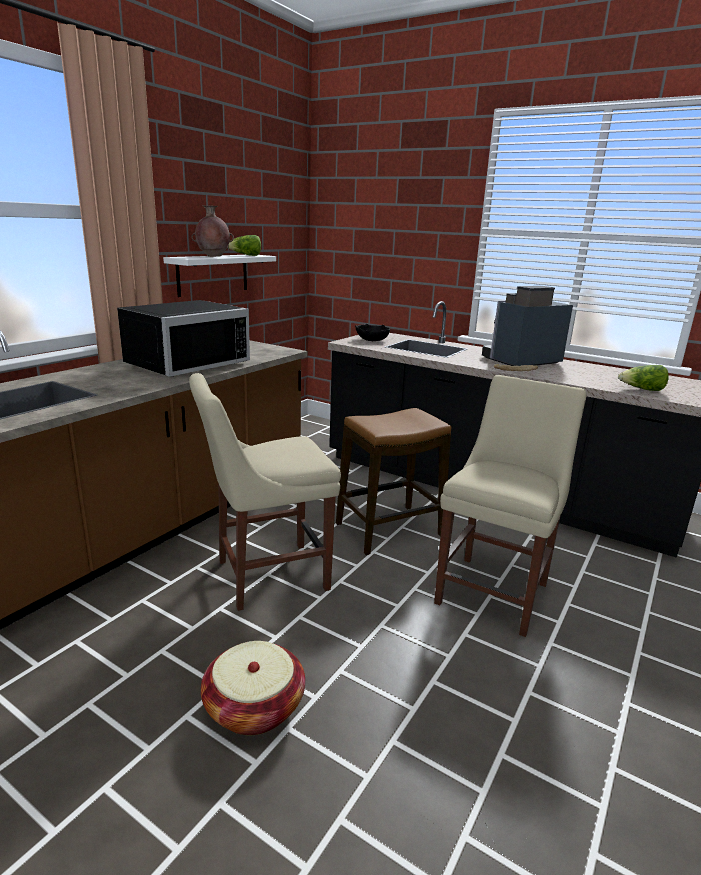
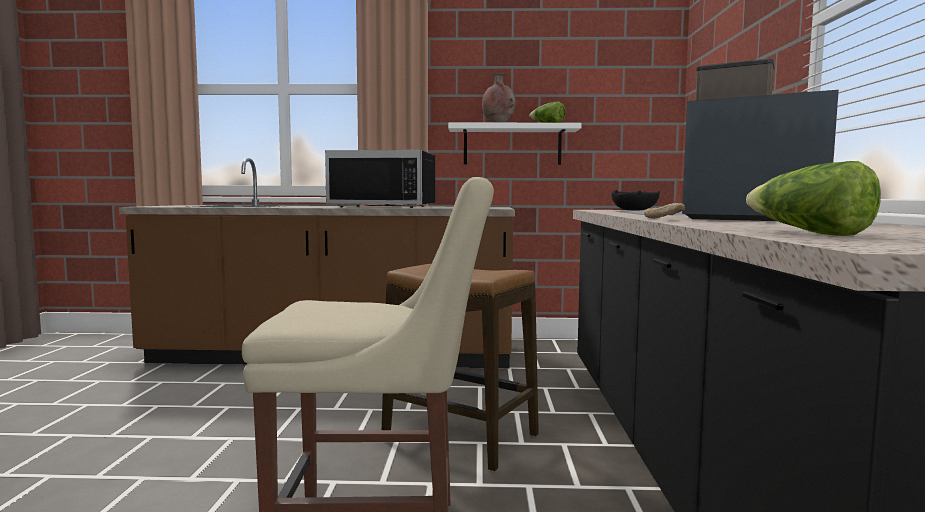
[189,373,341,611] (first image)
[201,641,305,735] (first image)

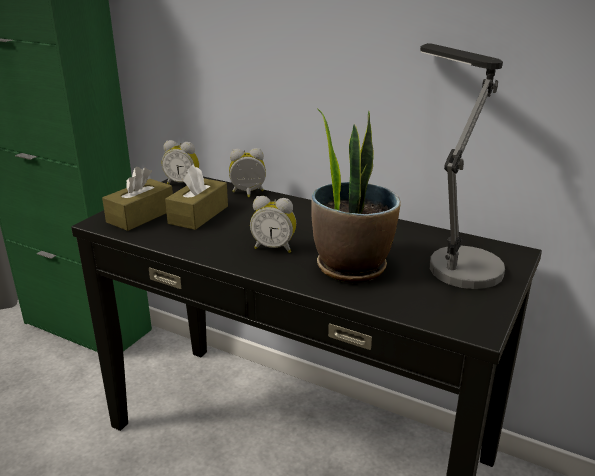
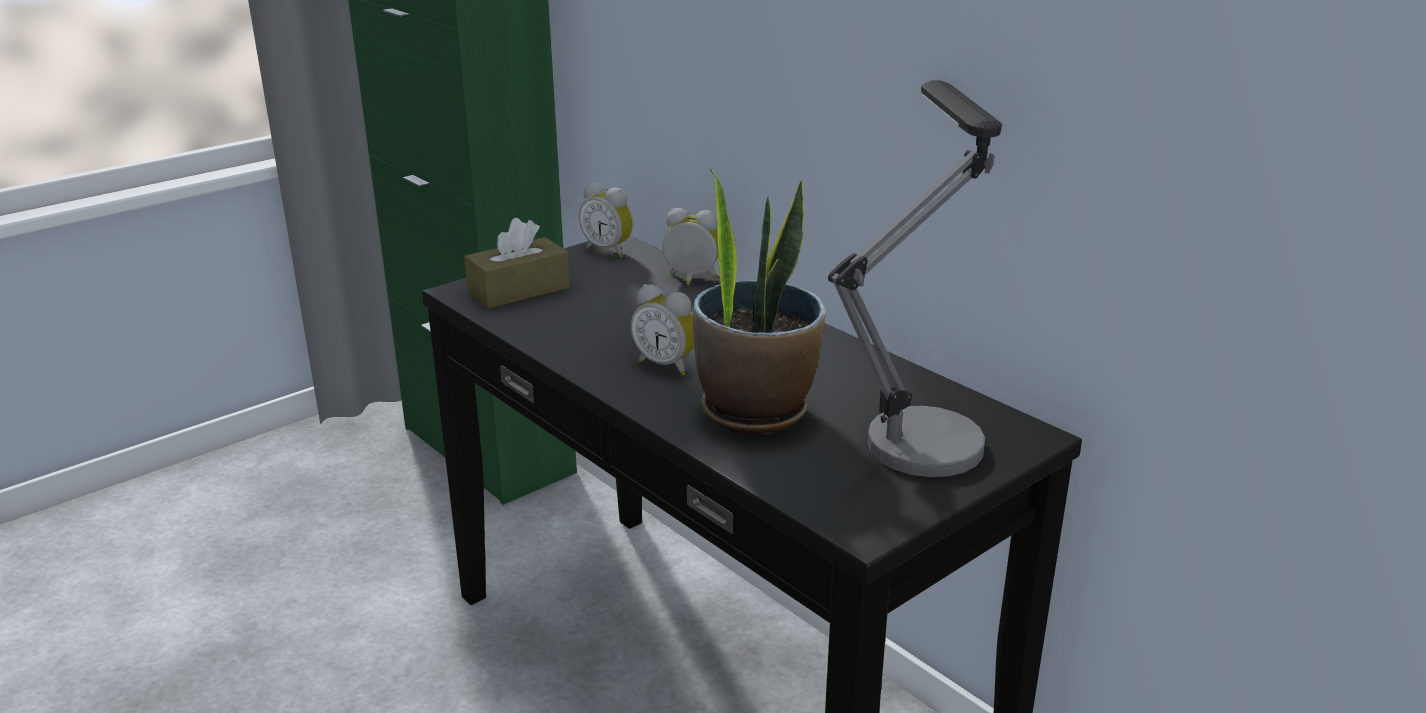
[165,164,228,230] (first image)

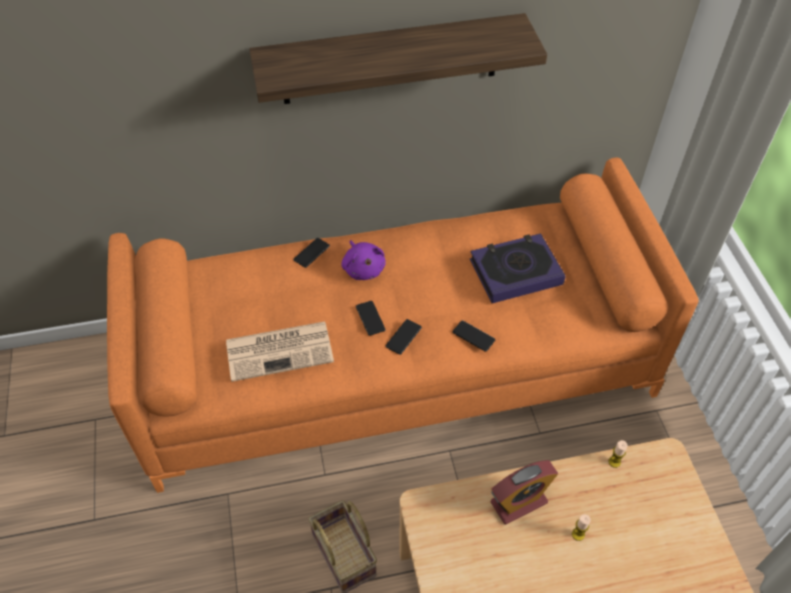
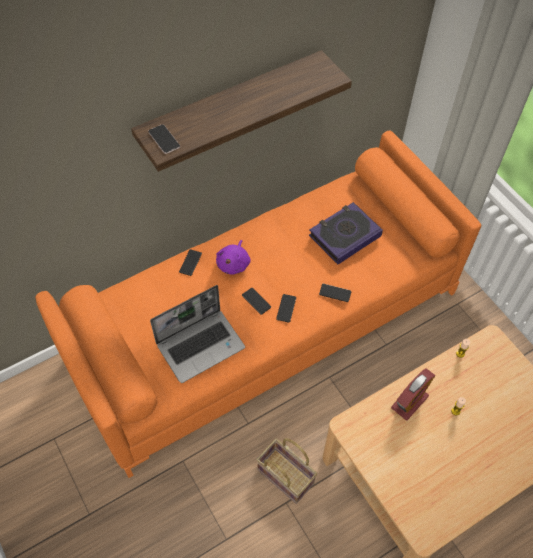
[216,240,251,275]
[150,285,245,383]
[148,124,180,154]

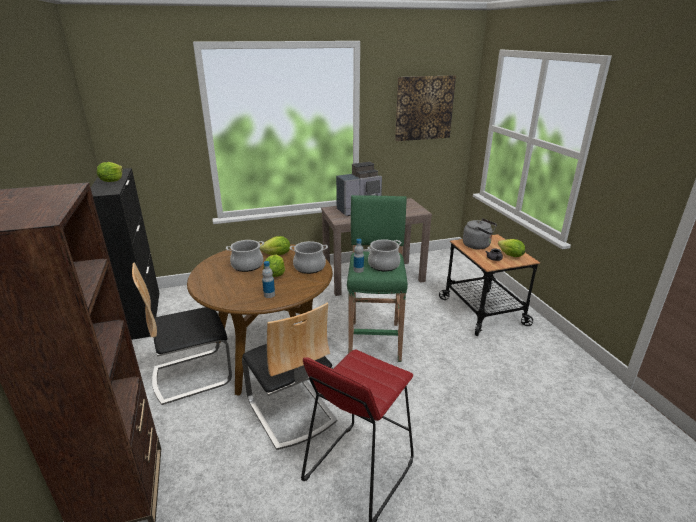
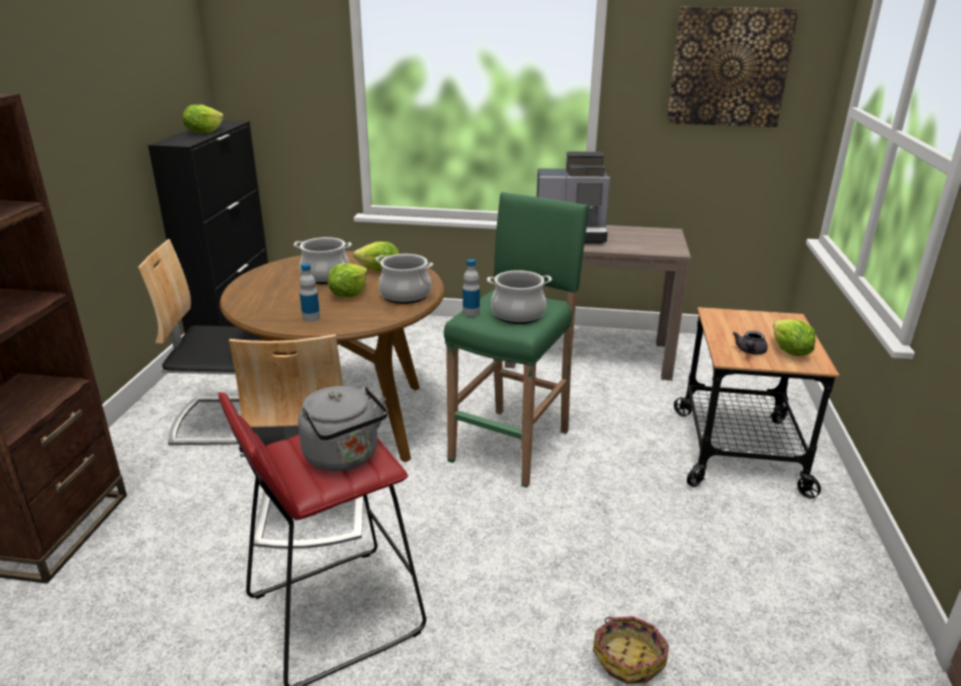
[298,386,388,471]
[593,616,669,684]

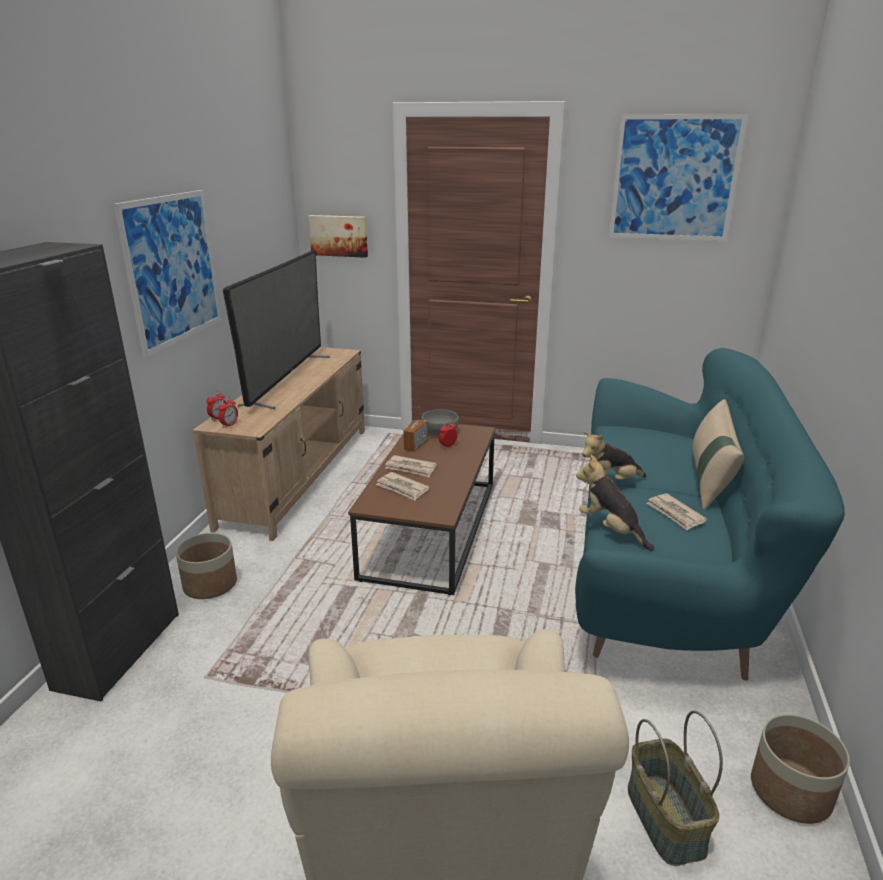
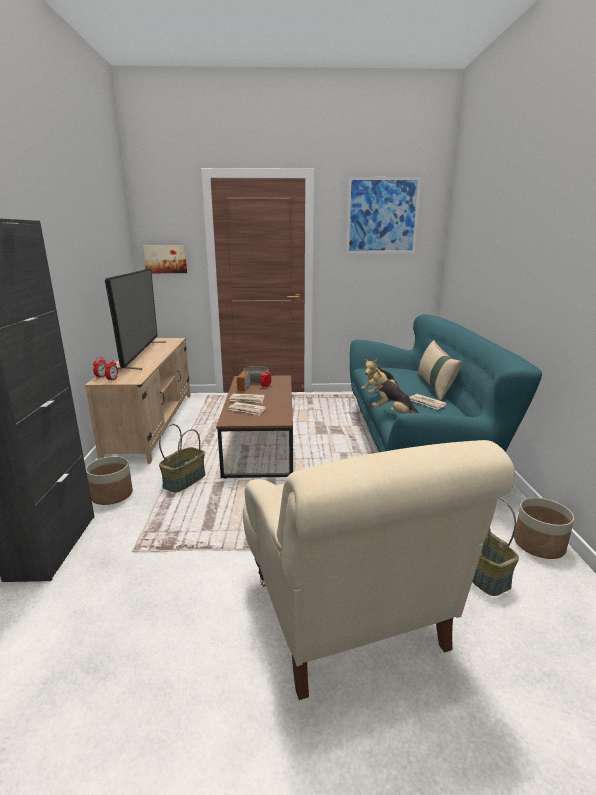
[113,190,222,357] (first image)
[159,424,205,492]

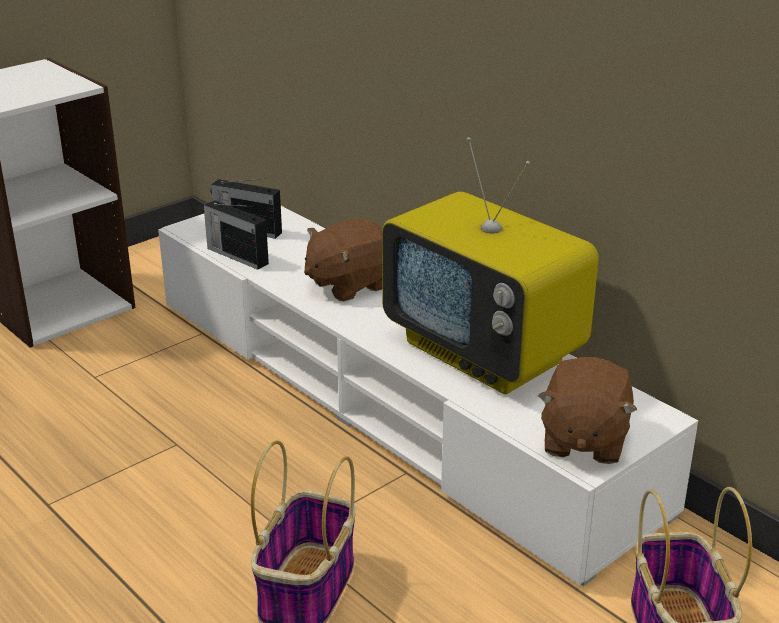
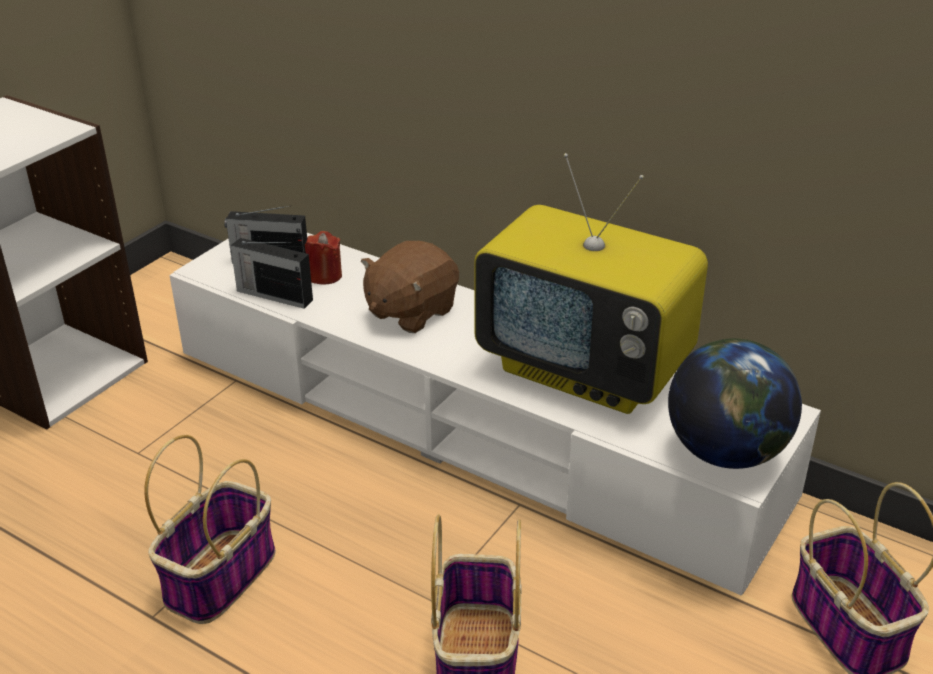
[668,338,802,469]
[305,231,342,285]
[144,435,276,624]

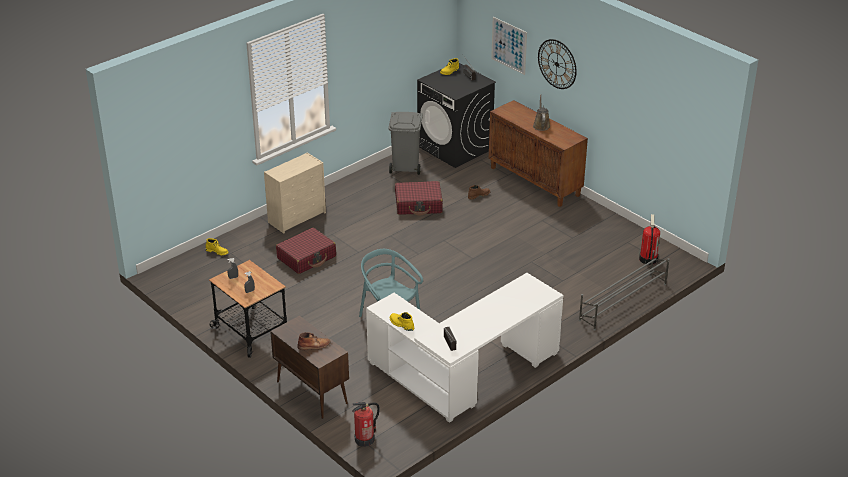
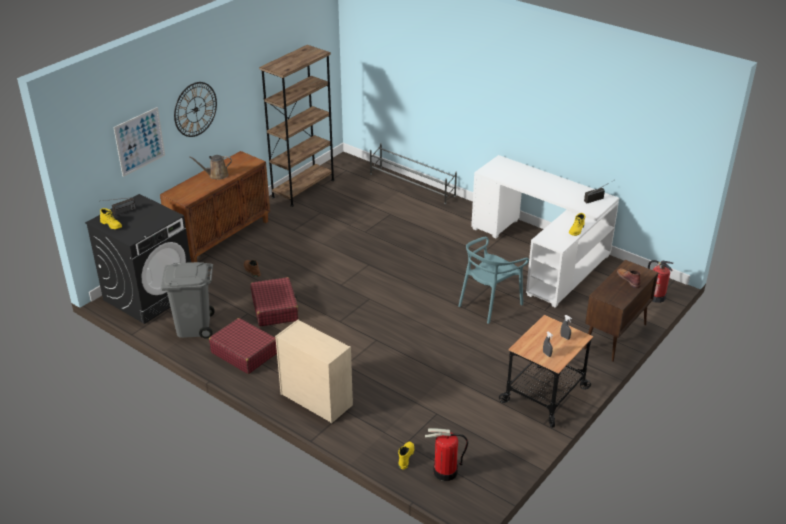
[425,428,468,481]
[209,318,277,374]
[259,45,335,207]

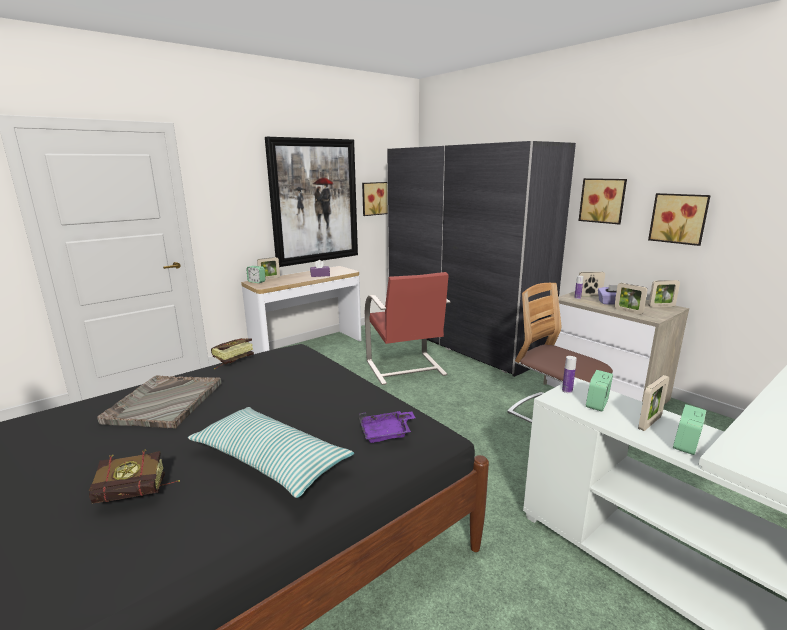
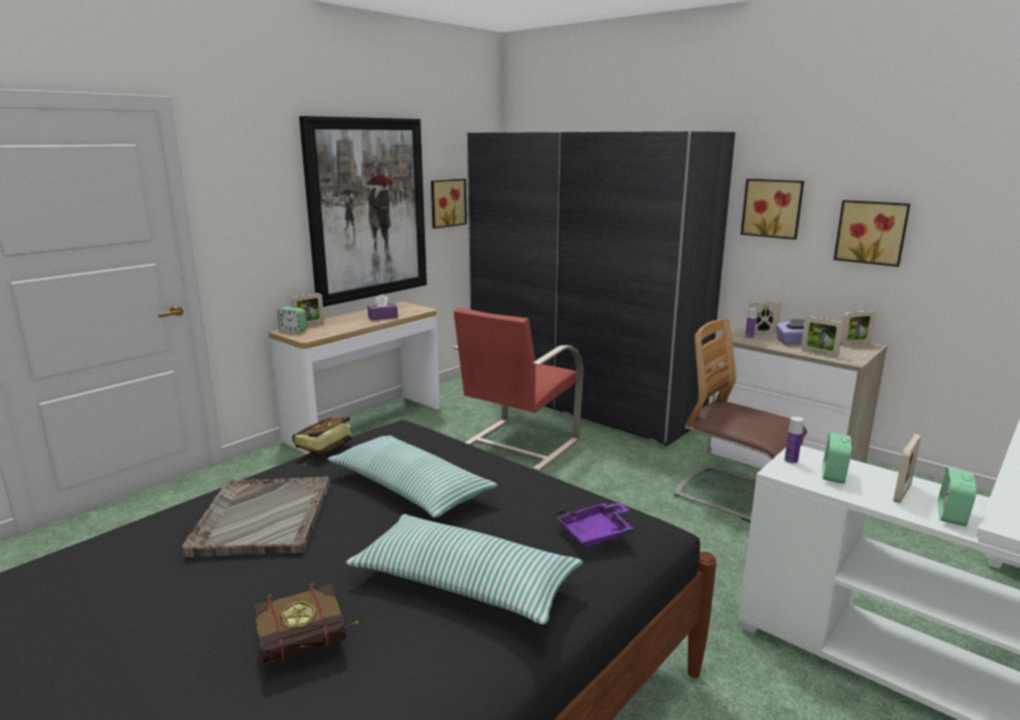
[454,307,583,471]
[328,435,498,518]

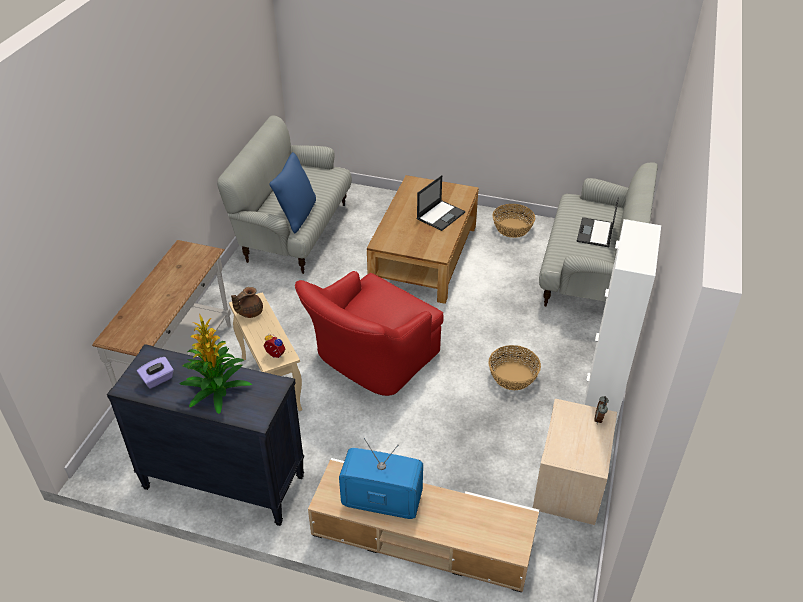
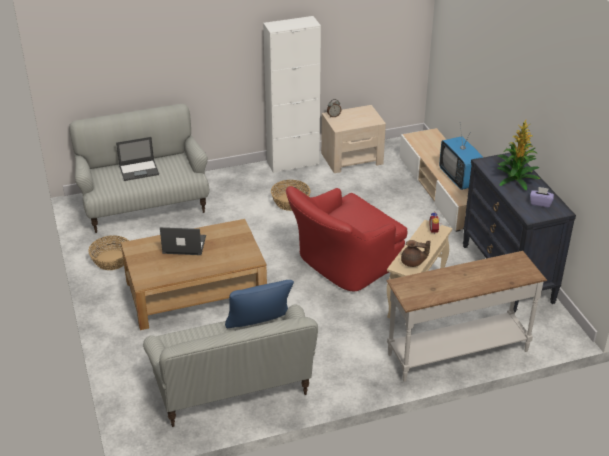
[286,186,407,291]

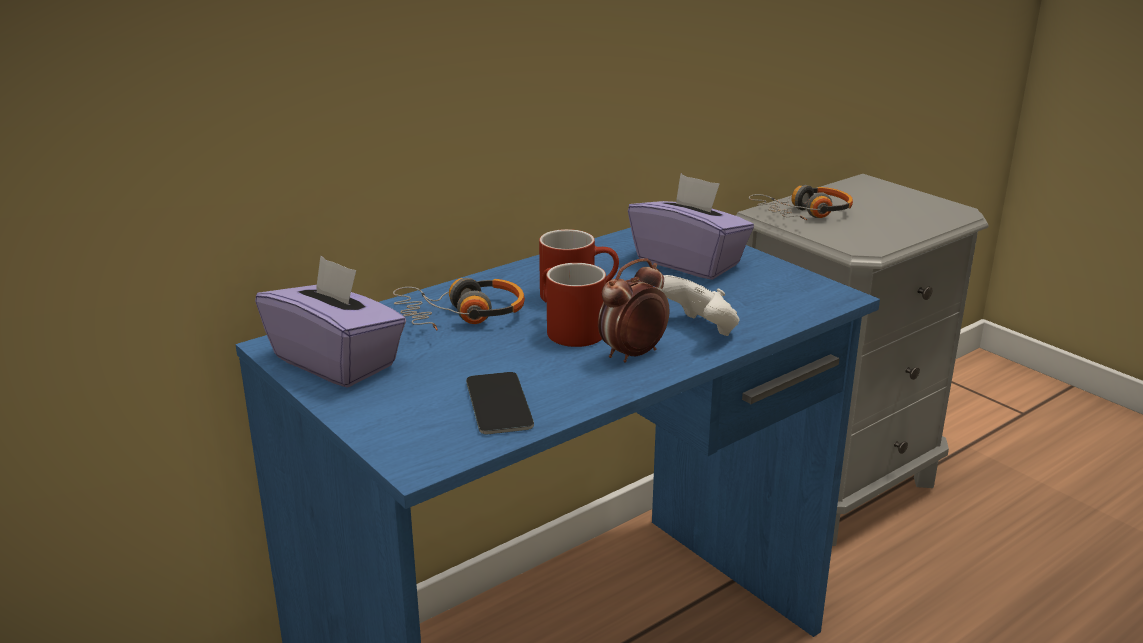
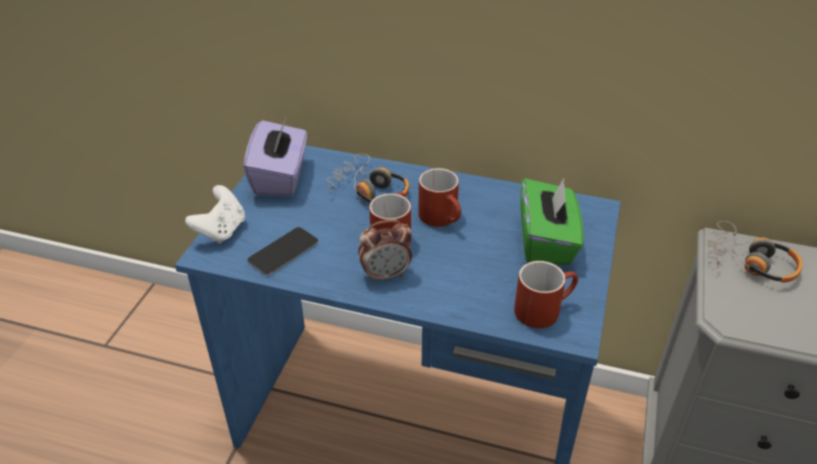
[520,177,584,265]
[358,220,412,283]
[185,185,245,244]
[514,261,578,328]

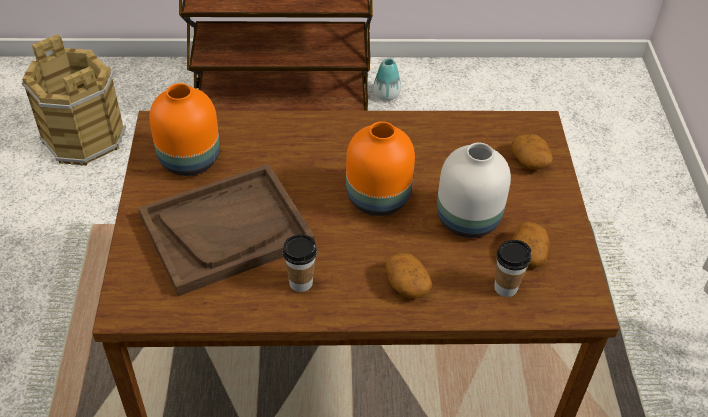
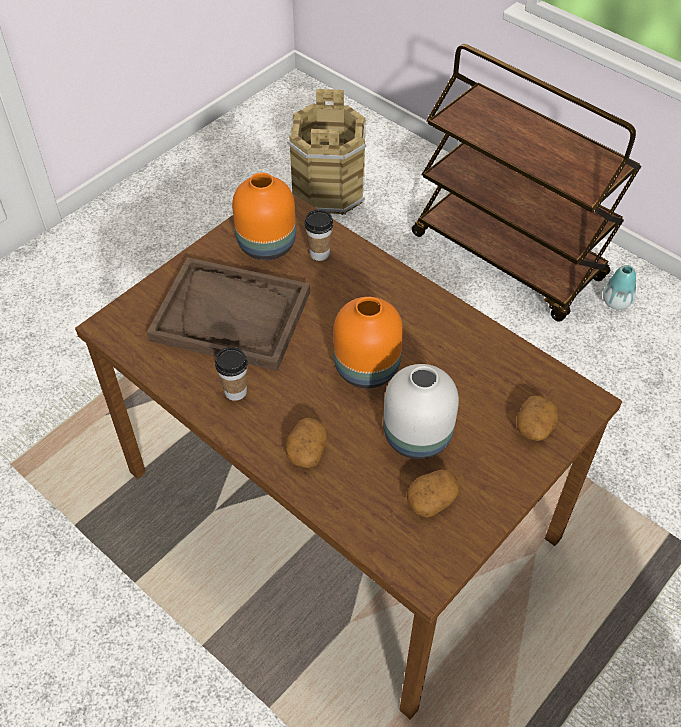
[305,210,333,261]

